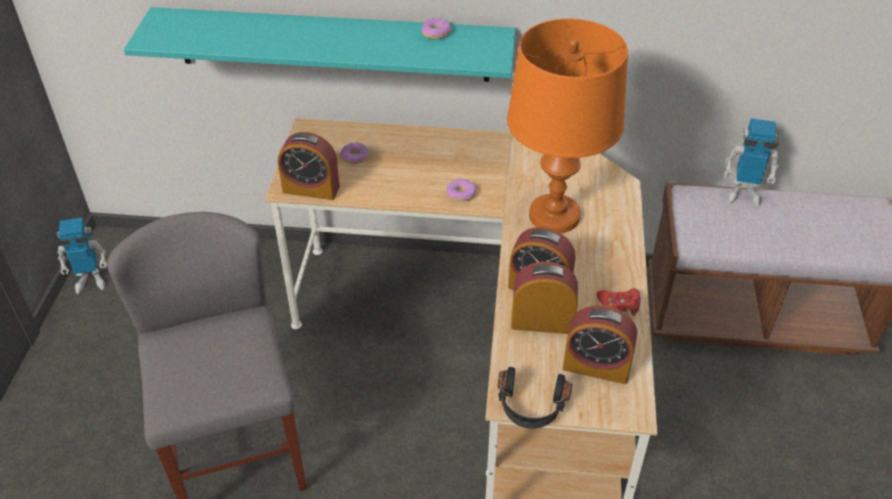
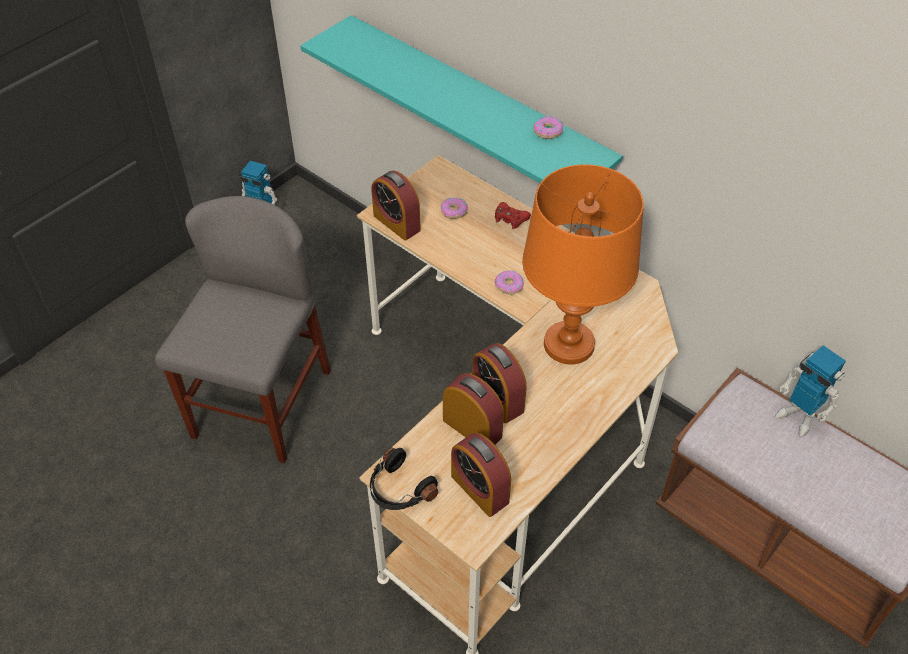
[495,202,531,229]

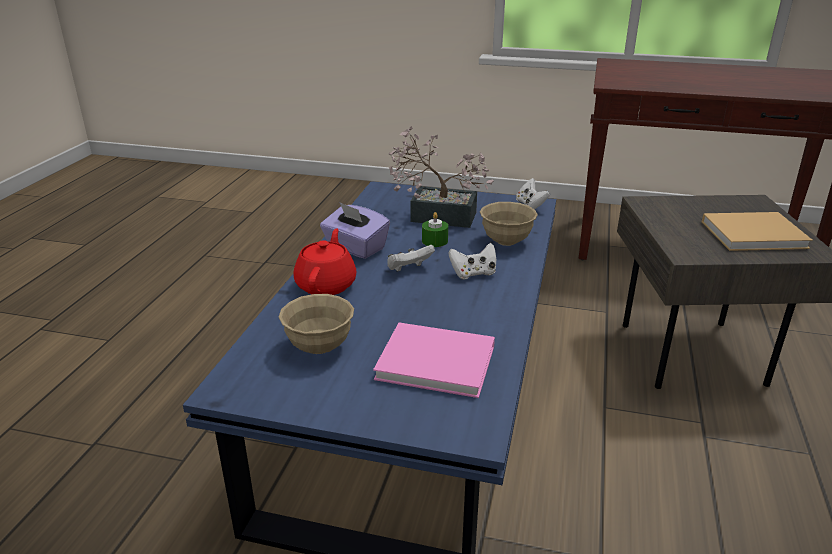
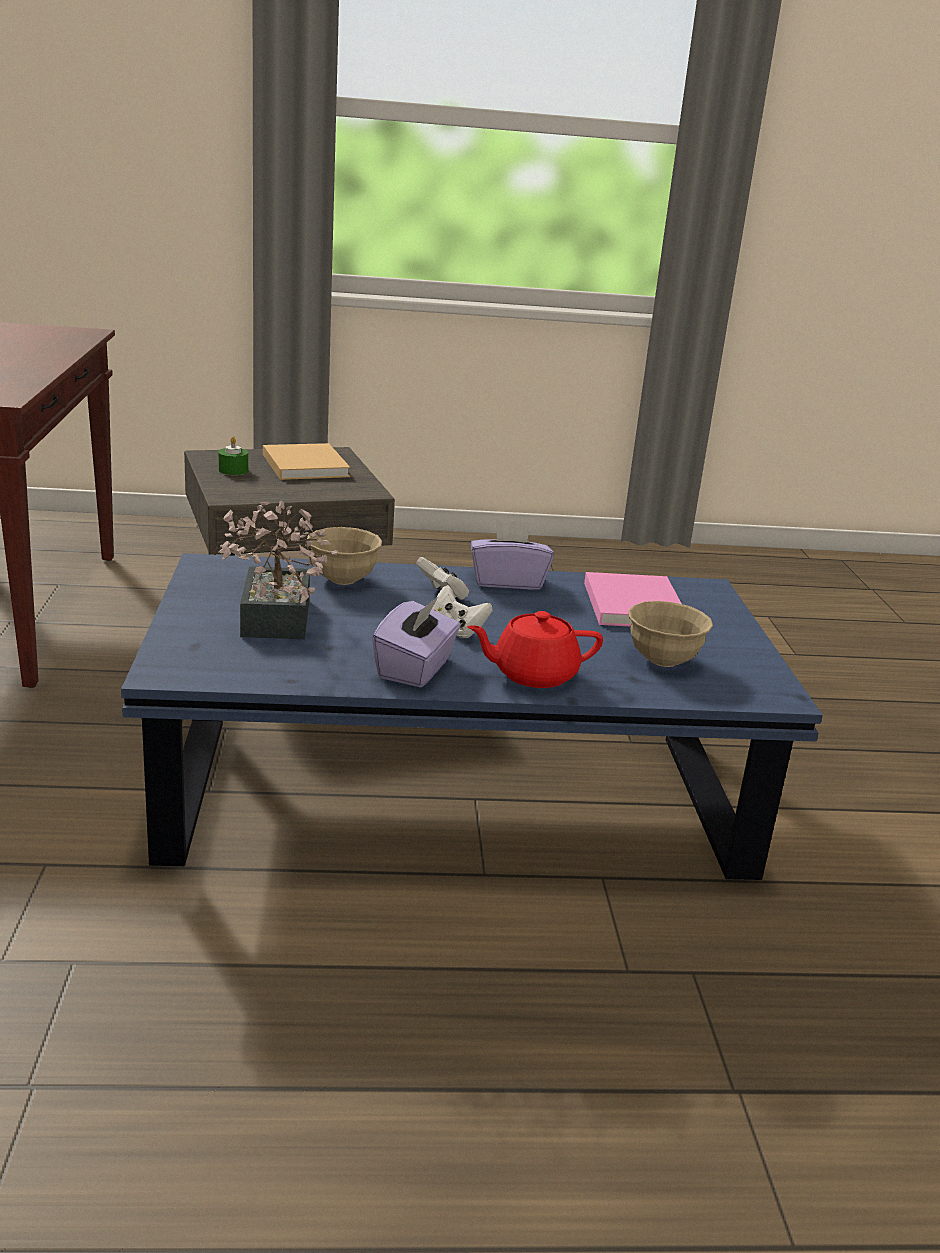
[516,178,550,209] (first image)
[218,436,248,475]
[470,519,554,590]

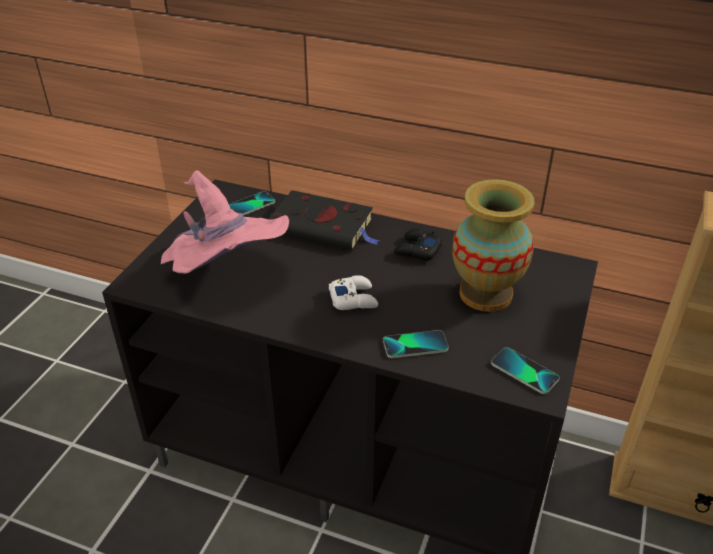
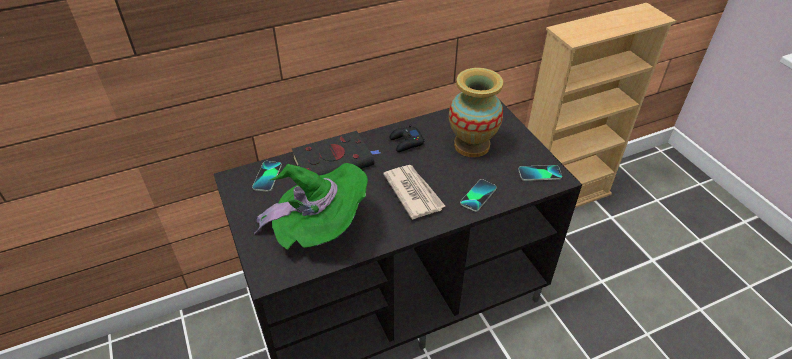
[254,163,368,250]
[383,165,446,219]

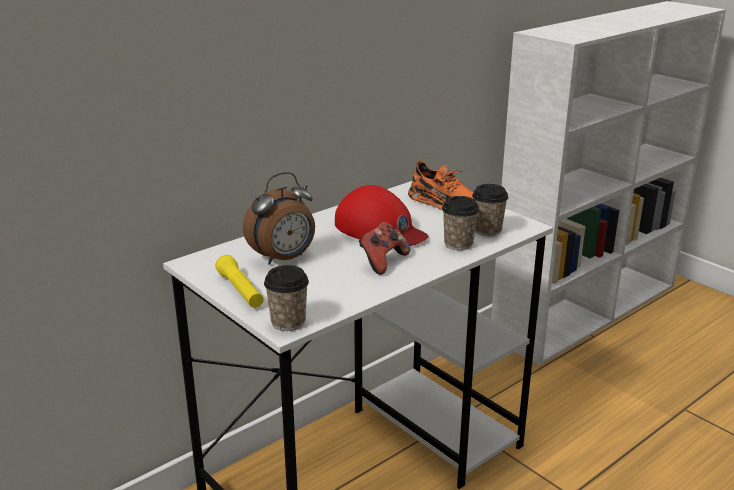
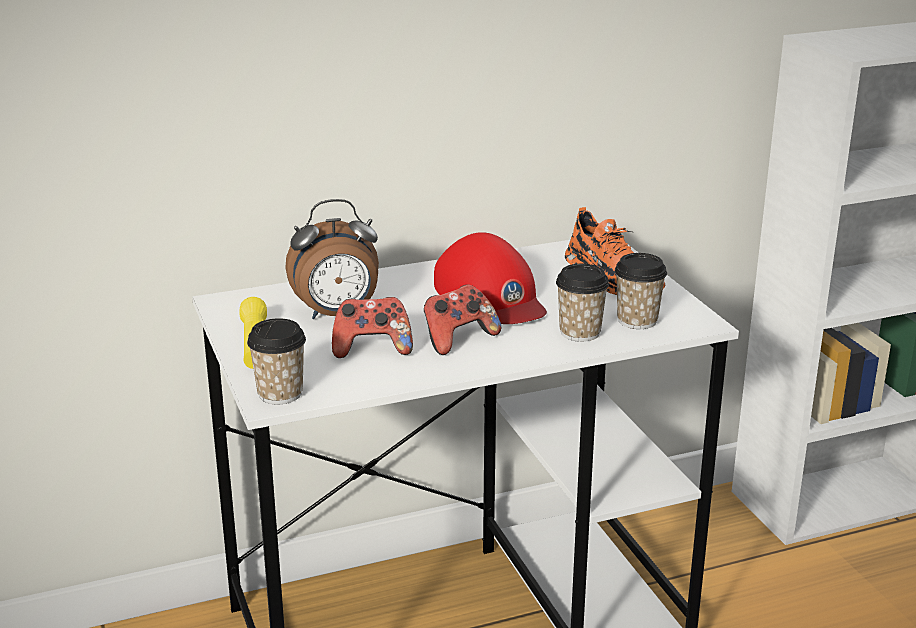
[332,297,413,358]

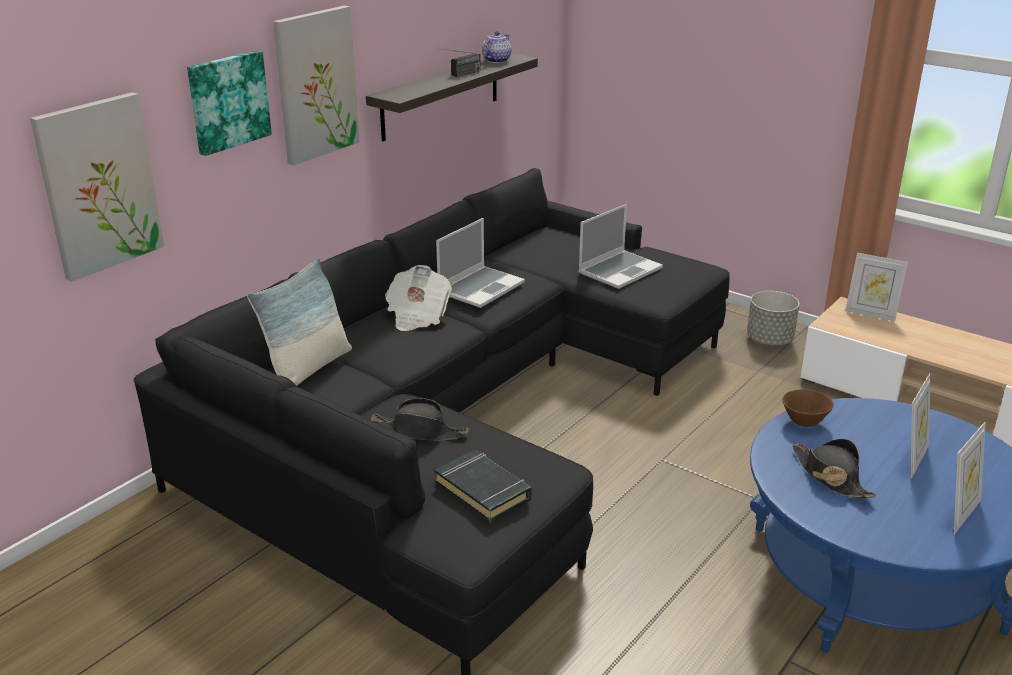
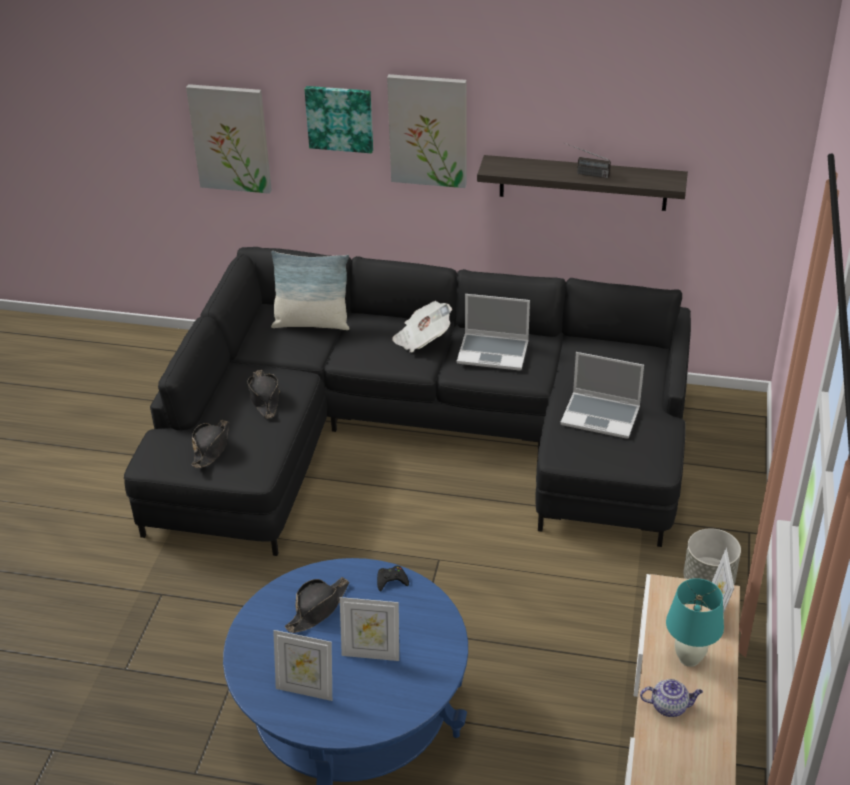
[640,679,703,717]
[377,566,409,591]
[192,420,229,468]
[666,578,724,667]

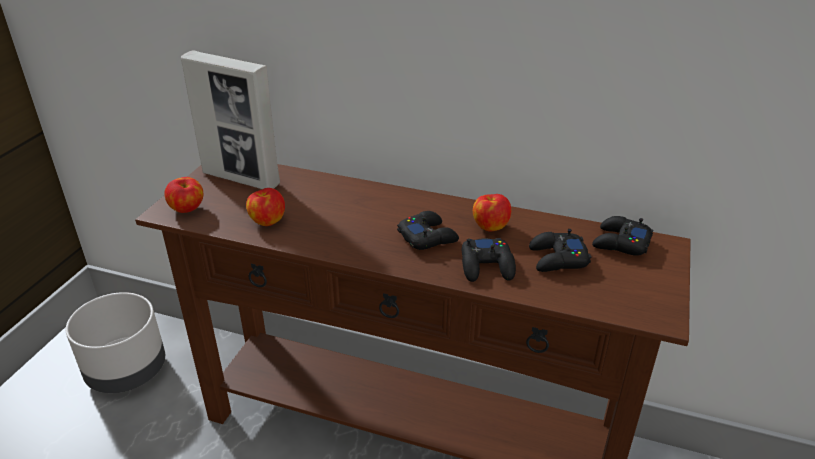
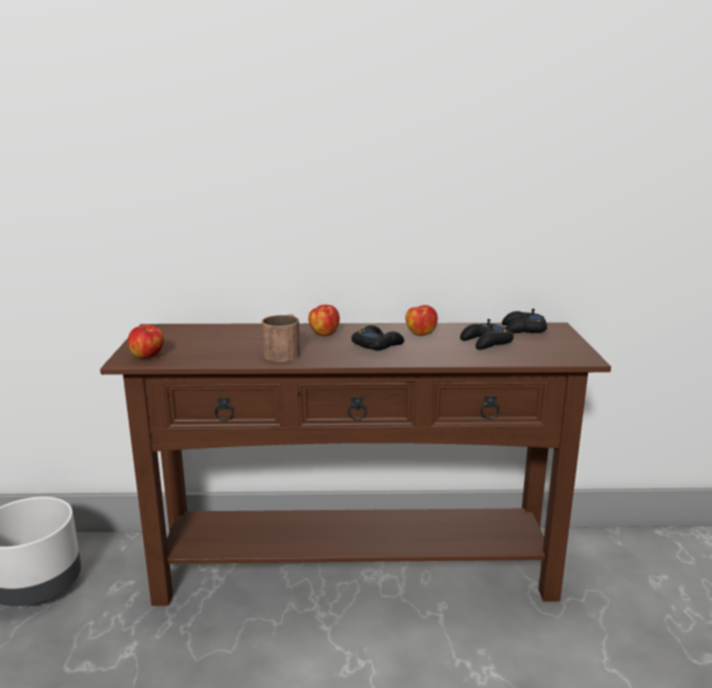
[181,50,280,189] (first image)
[308,305,340,336]
[462,238,516,282] (first image)
[262,314,300,362]

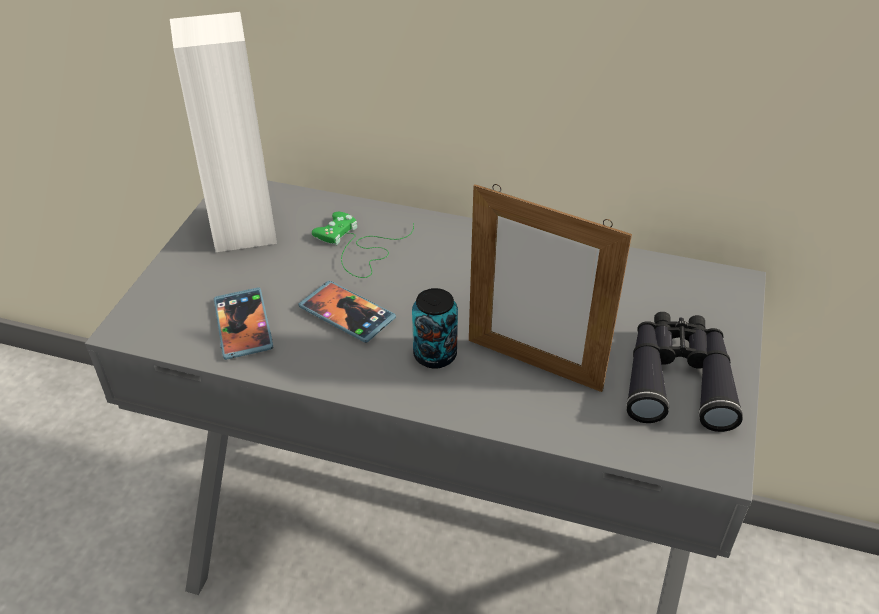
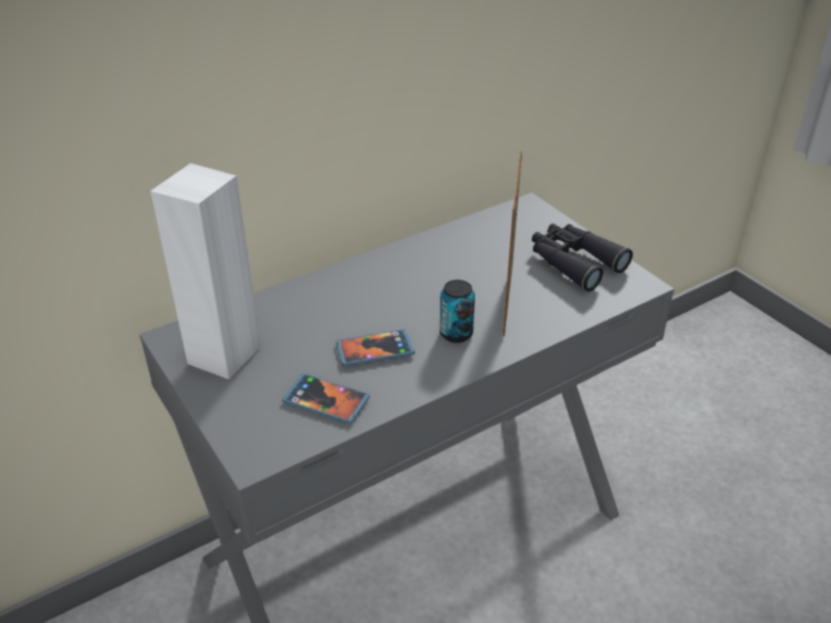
[503,151,522,336]
[312,212,414,278] (first image)

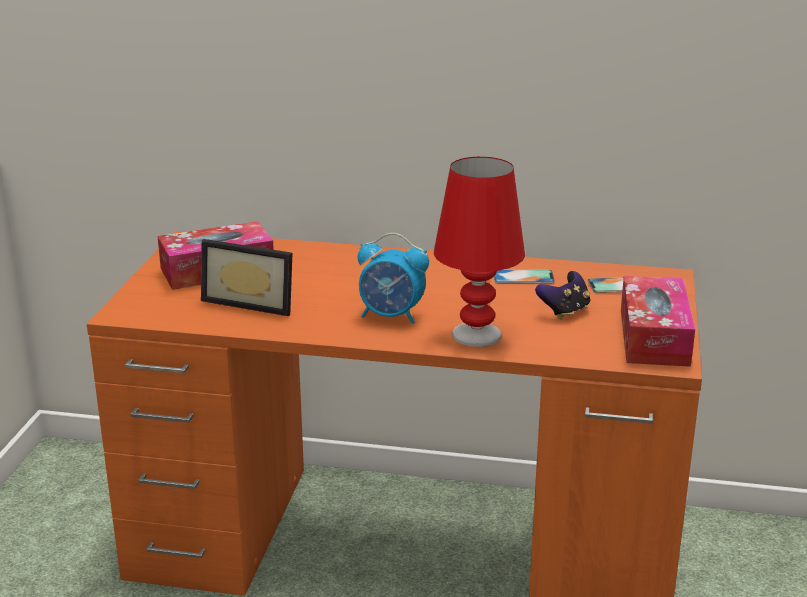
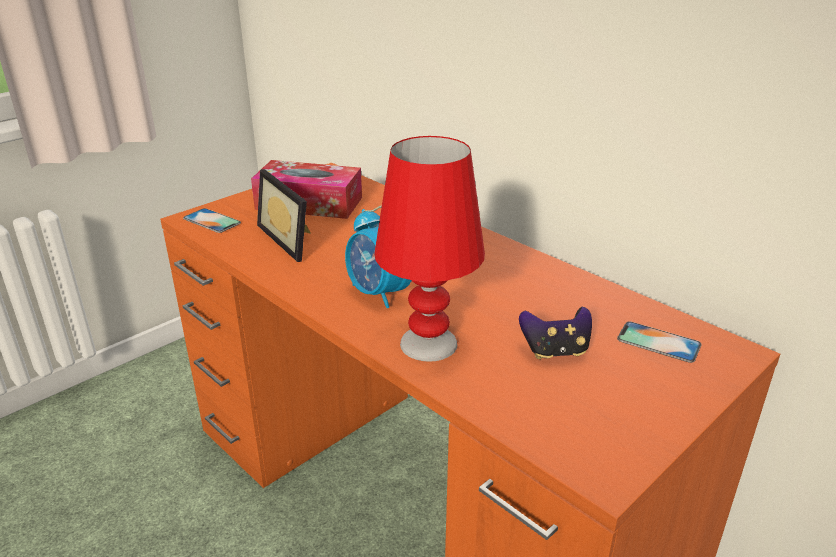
[183,208,241,233]
[621,276,695,367] (first image)

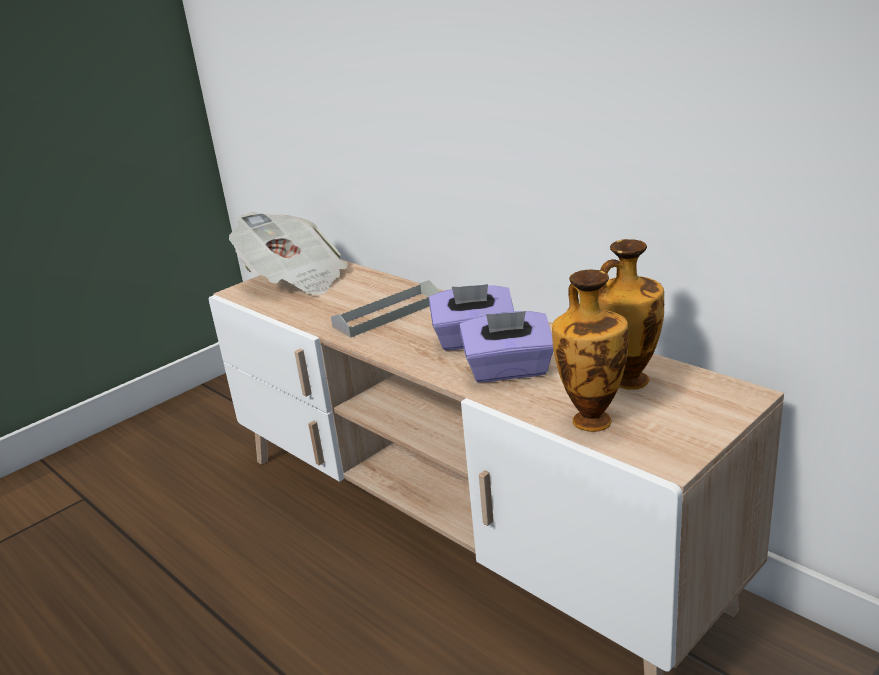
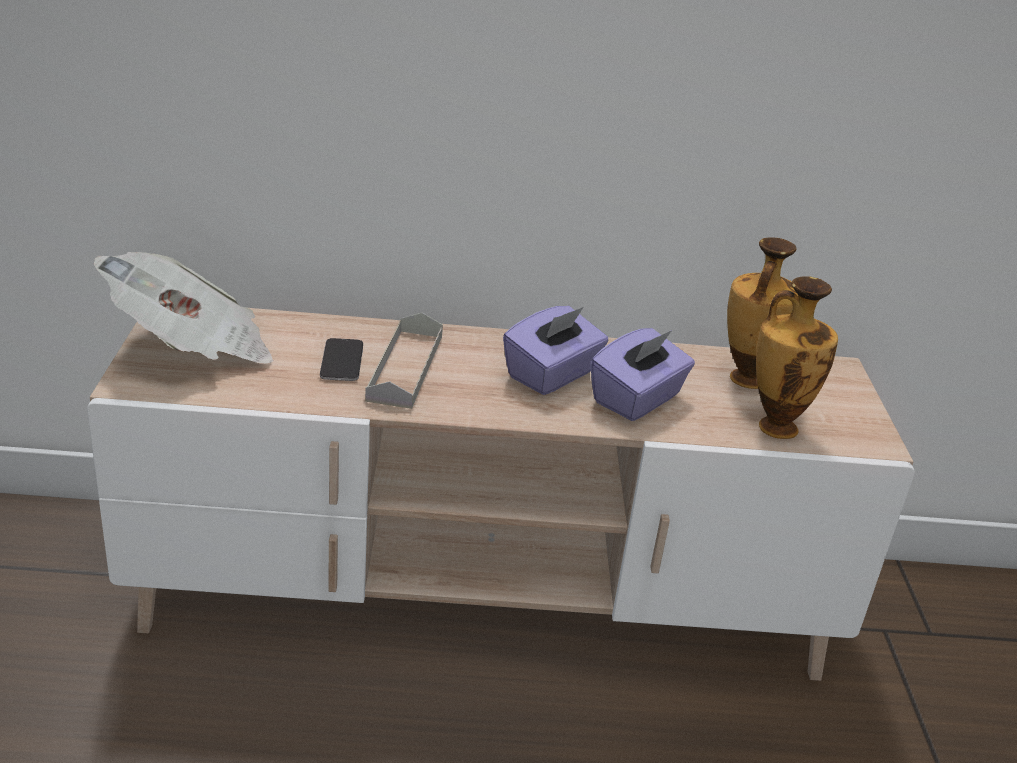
[320,338,363,381]

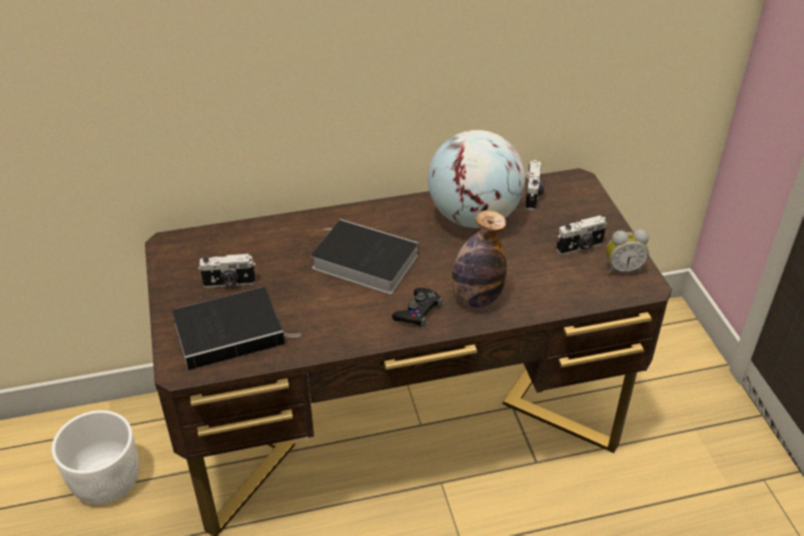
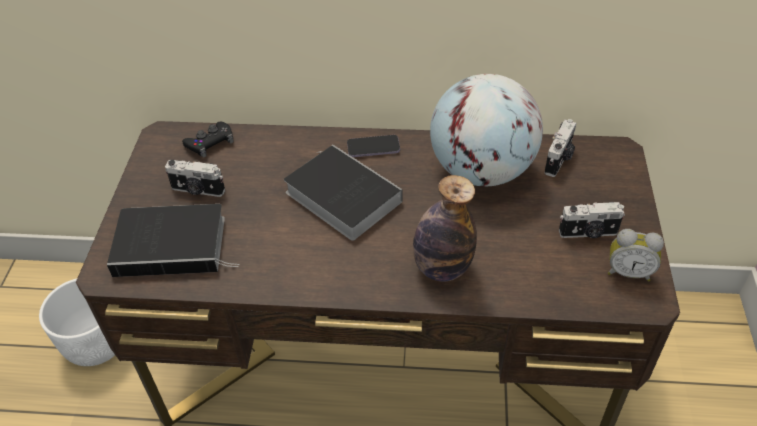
[182,122,234,157]
[347,135,400,157]

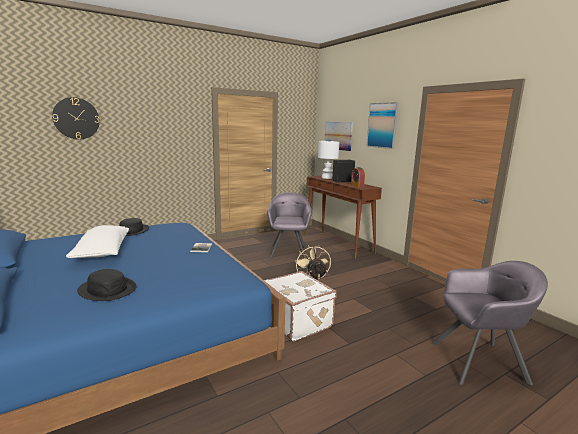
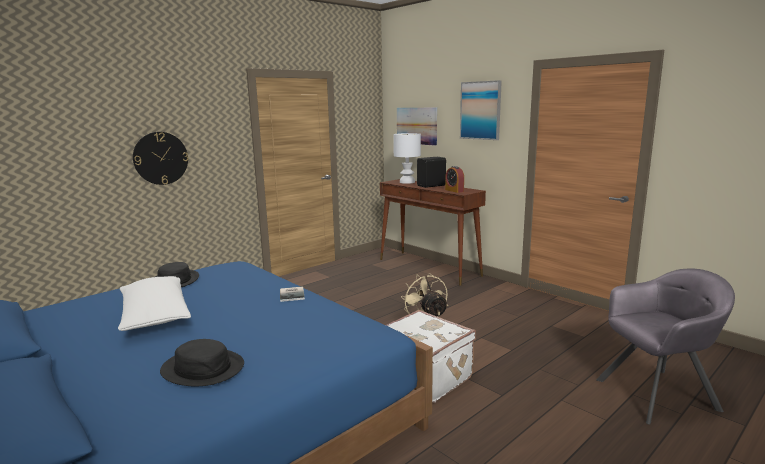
[133,132,188,185]
[267,192,312,260] (first image)

